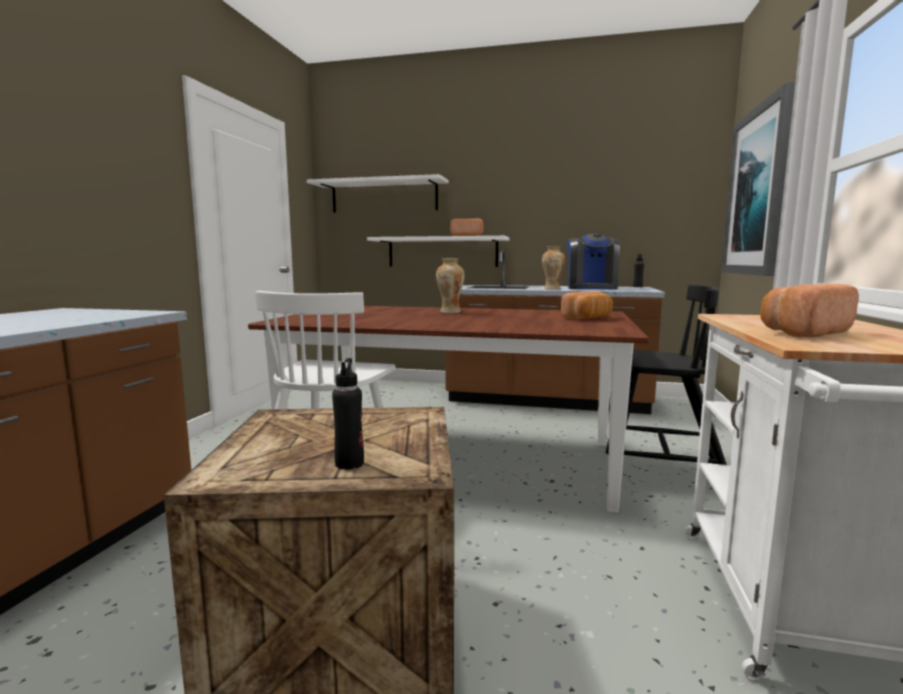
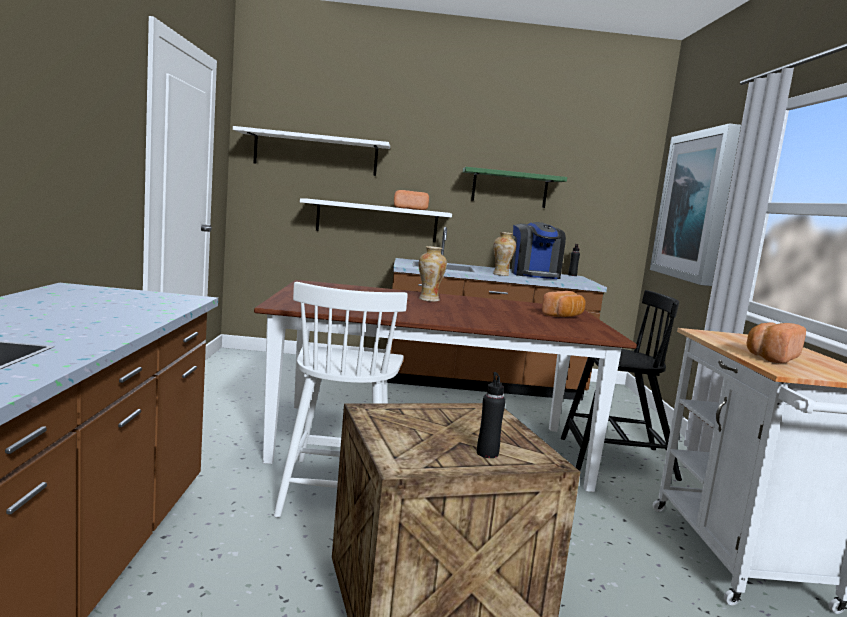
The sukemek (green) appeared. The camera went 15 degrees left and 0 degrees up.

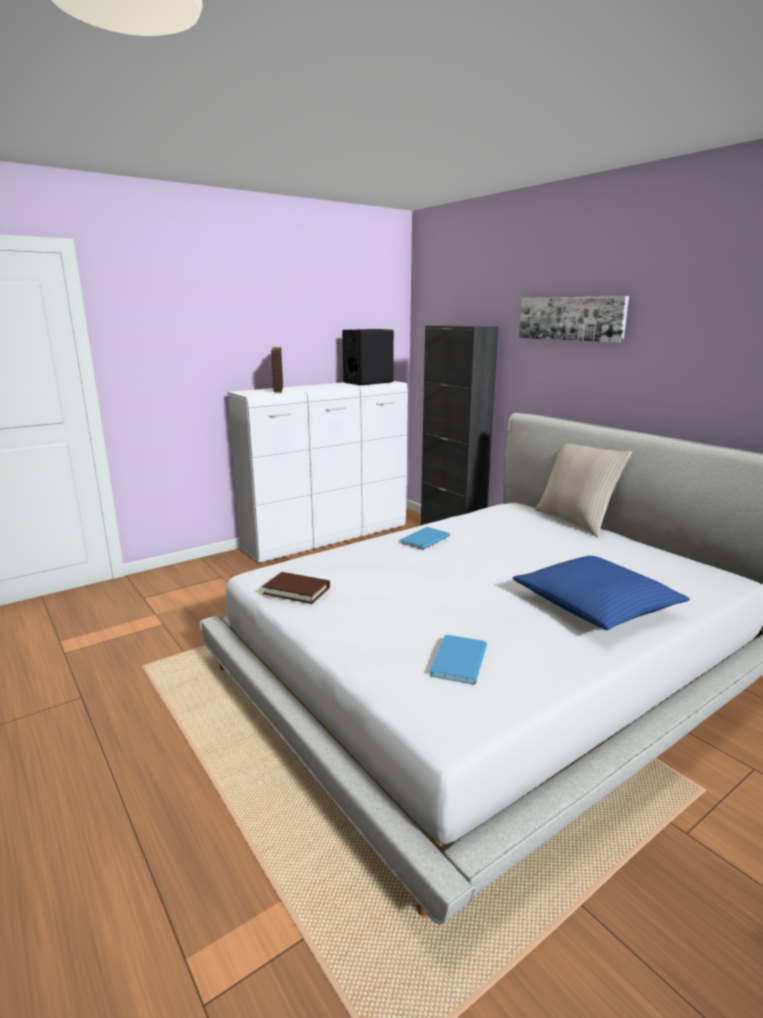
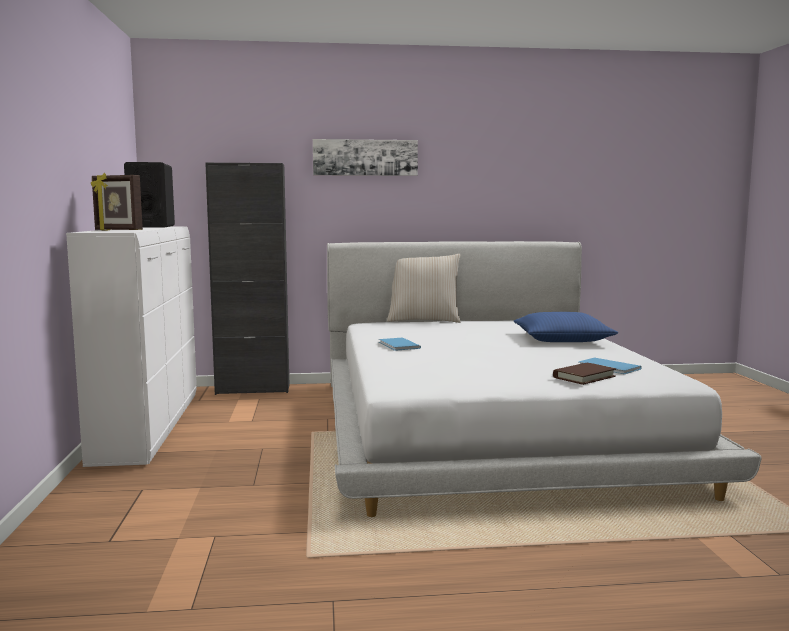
The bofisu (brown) moved. The camera went 60 degrees left and 10 degrees down.

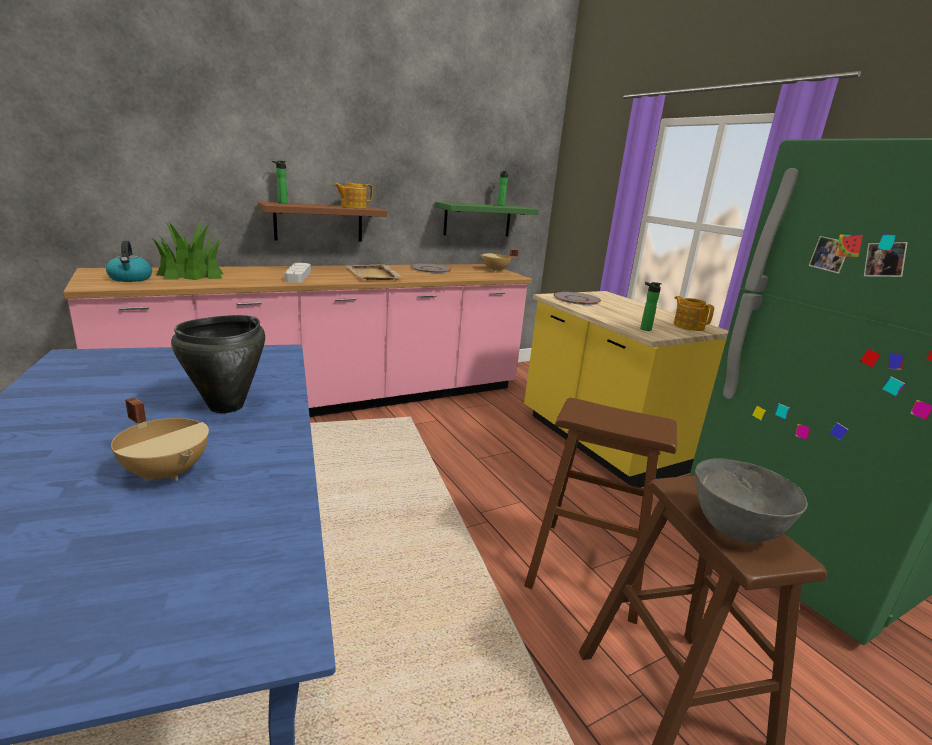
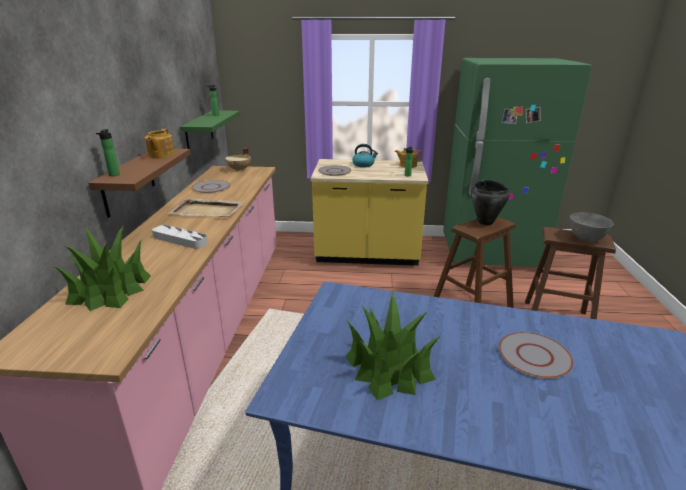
The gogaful moved. The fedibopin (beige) (no. 1 from left) was replaced by the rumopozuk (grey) (no. 3 from left). The fedibopin (black) moved. The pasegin (no. 2 from left) appeared. The camera went 55 degrees left and 5 degrees up.

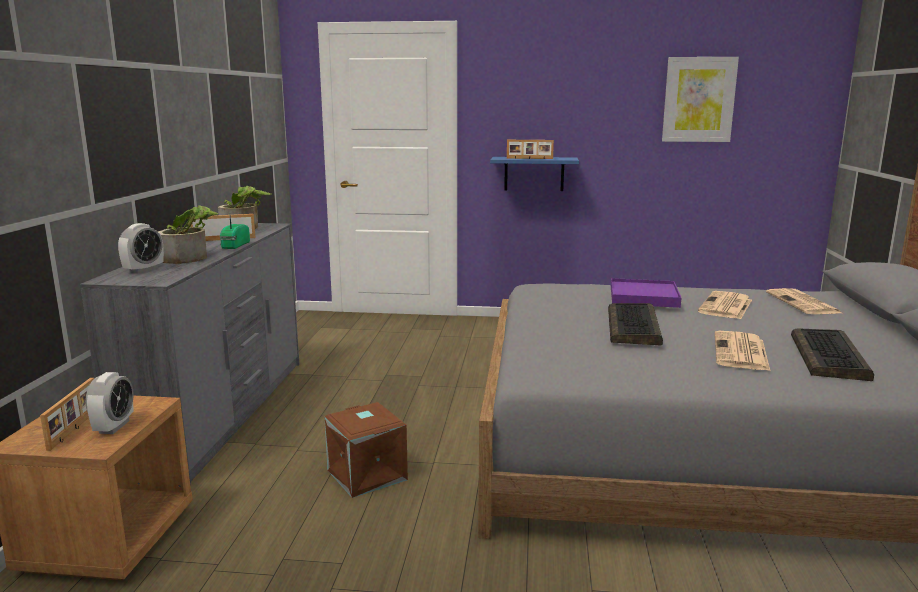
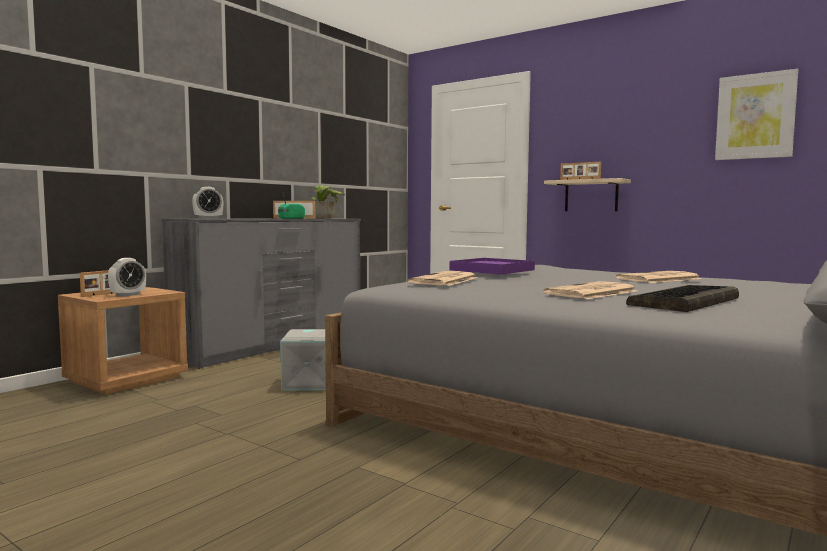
The pasegin (no. 1 from left) disappeared. The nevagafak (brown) became the nevagafak (grey). The sukemek (blue) became the sukemek (beige). The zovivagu (no. 1 from left) disappeared. The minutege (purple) moved. The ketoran (no. 3 from left in the first image) moved. The camera went 30 degrees right and 10 degrees down.

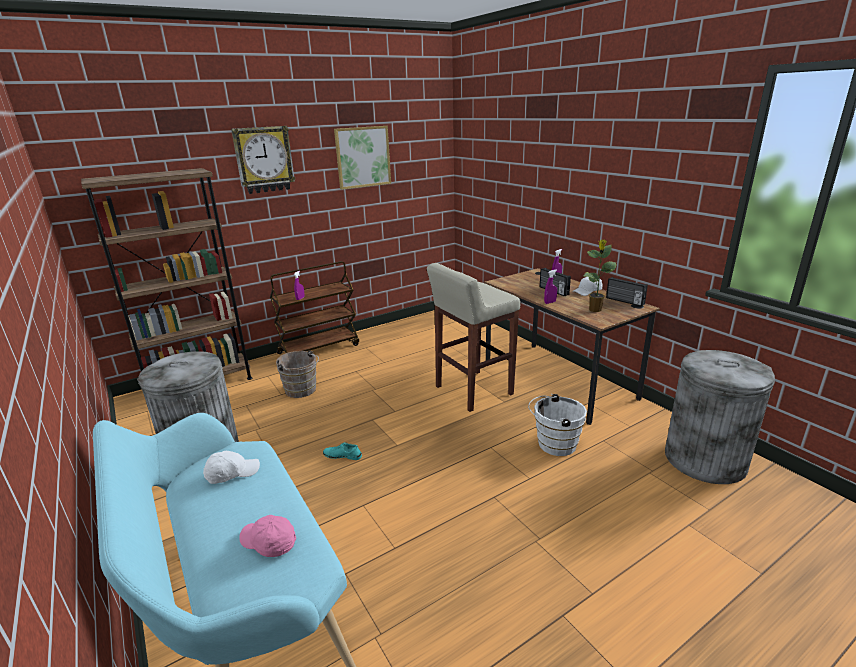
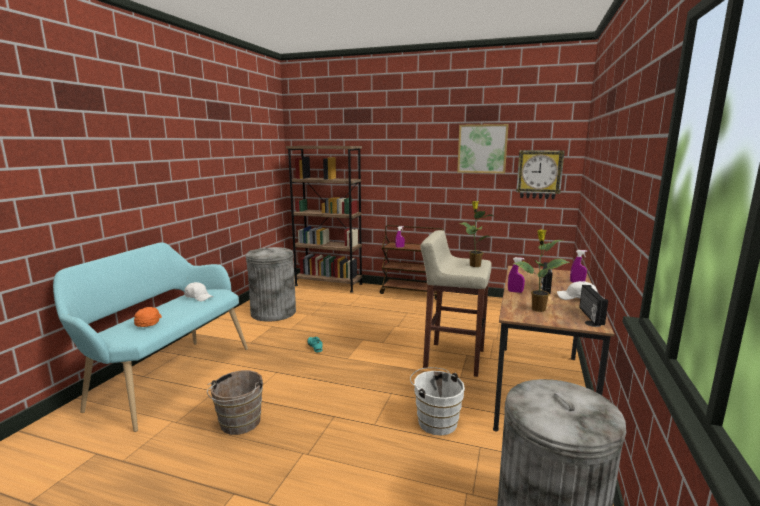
The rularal moved. The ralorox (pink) became the ralorox (orange). The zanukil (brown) moved. The pasegin (no. 1 from left) appeared. The camera went 50 degrees right and 10 degrees down.

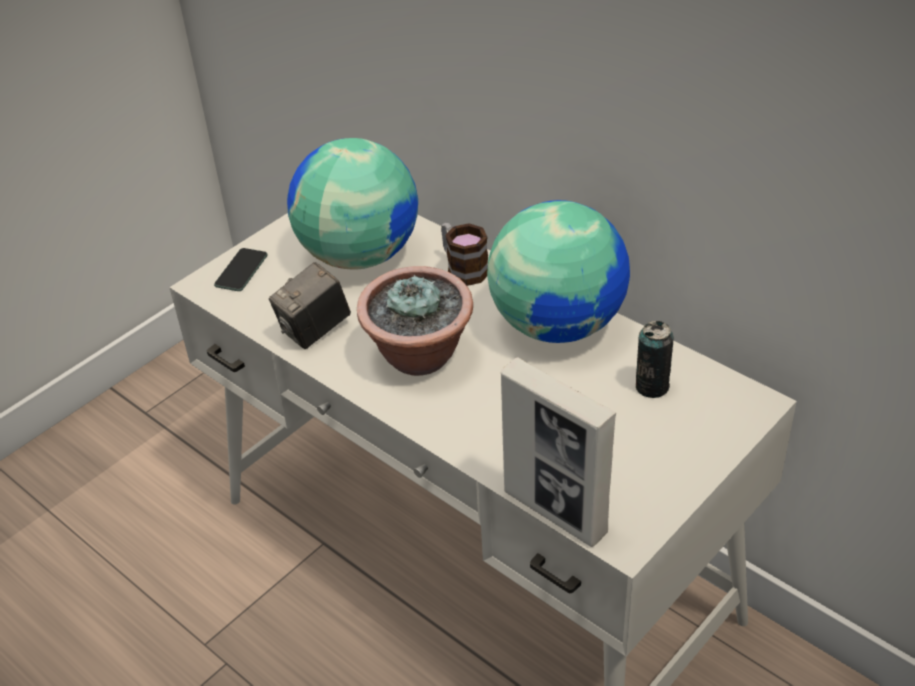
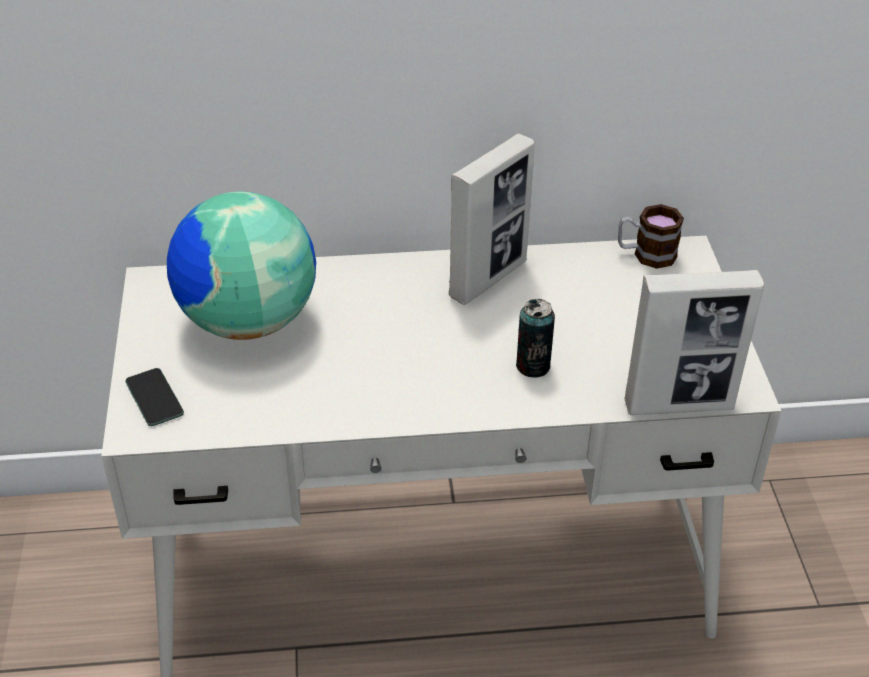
The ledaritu disappeared. The pasegin disappeared. The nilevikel moved. The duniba (no. 2 from left) was replaced by the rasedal (no. 1 from left). The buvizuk moved. The camera went 50 degrees left and 0 degrees up.

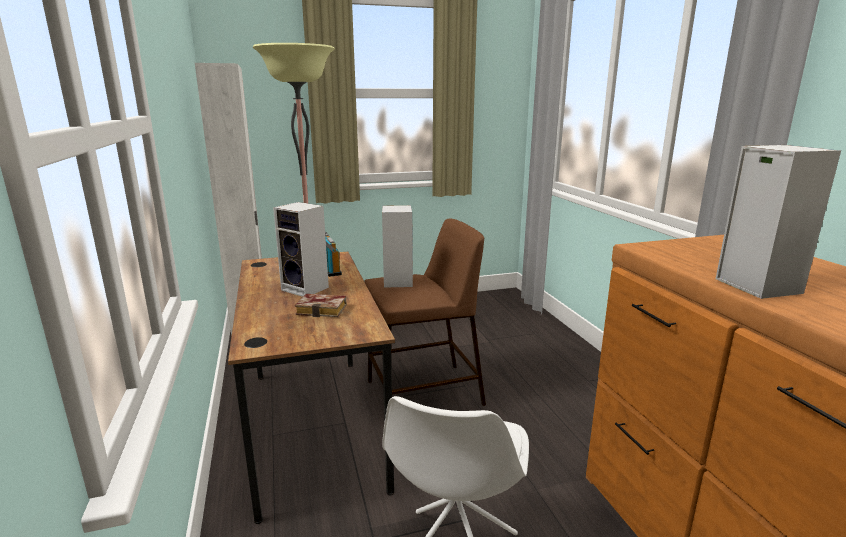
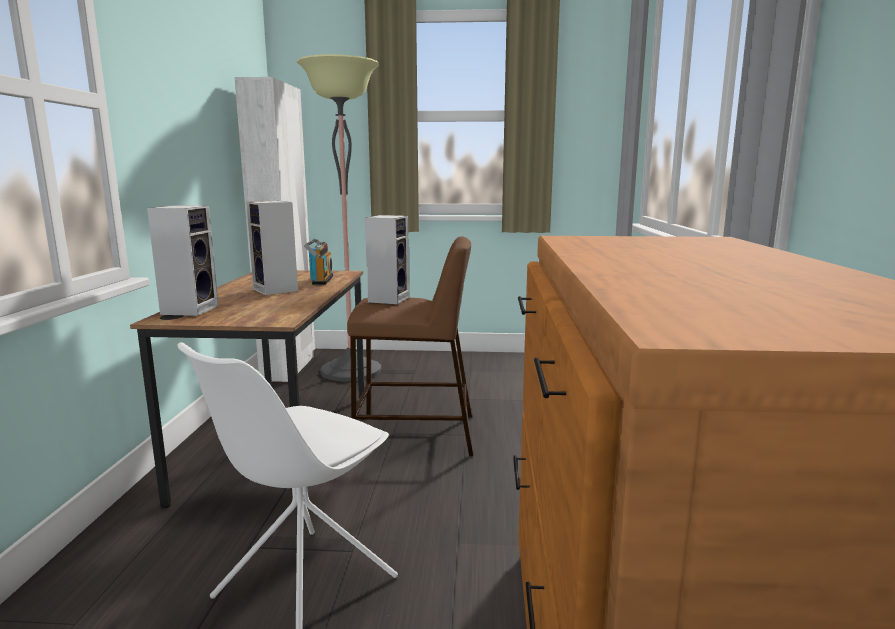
The bofisu disappeared. The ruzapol (no. 3 from left in the first image) moved. The camera went 20 degrees right and 5 degrees down.

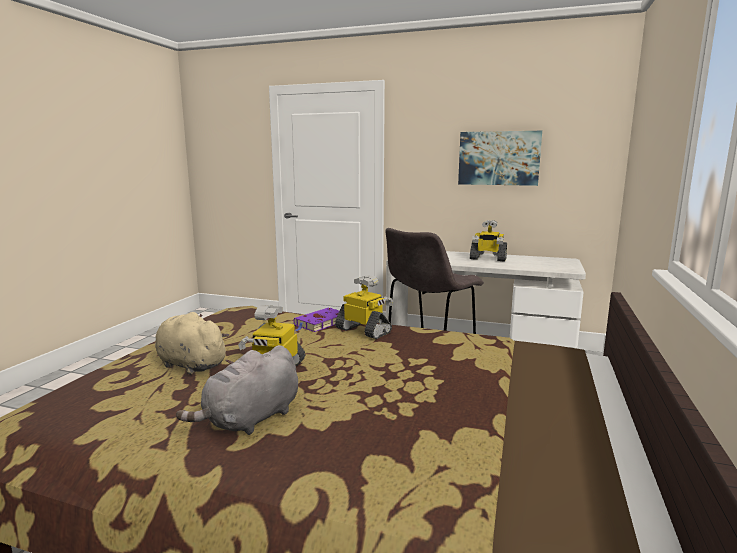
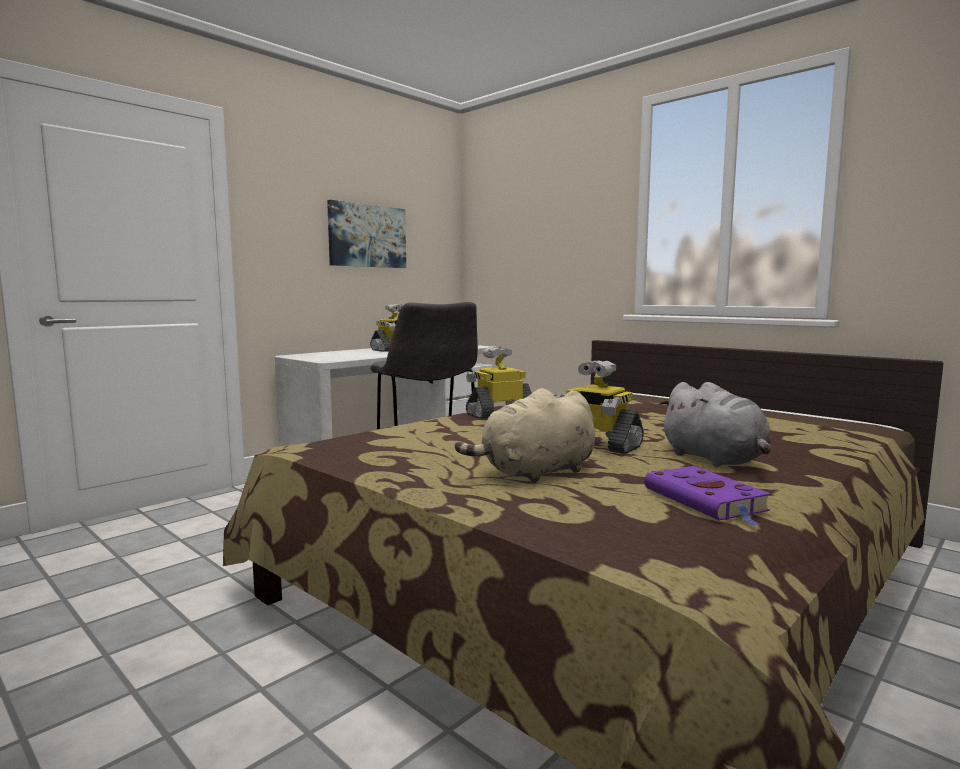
The bofisu (purple) moved. The camera went 65 degrees left and 5 degrees down.

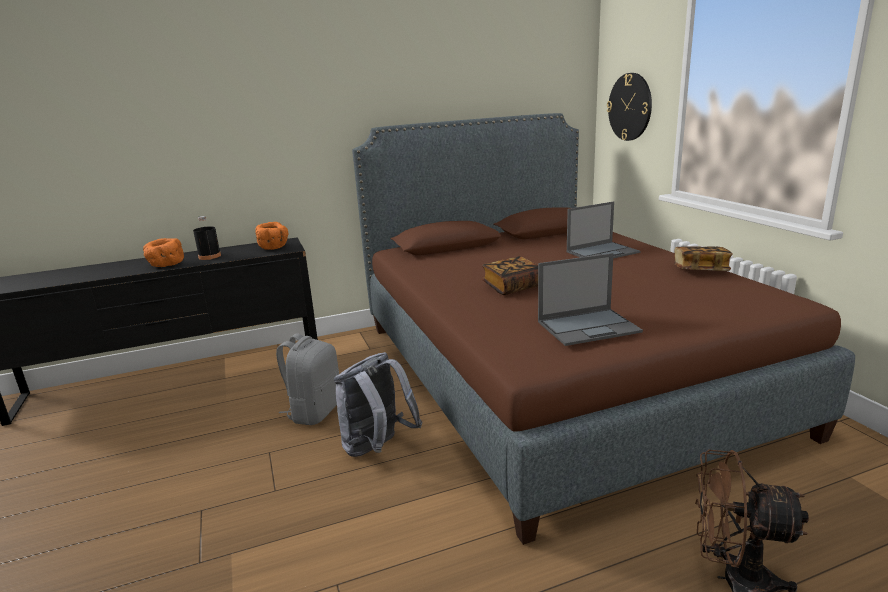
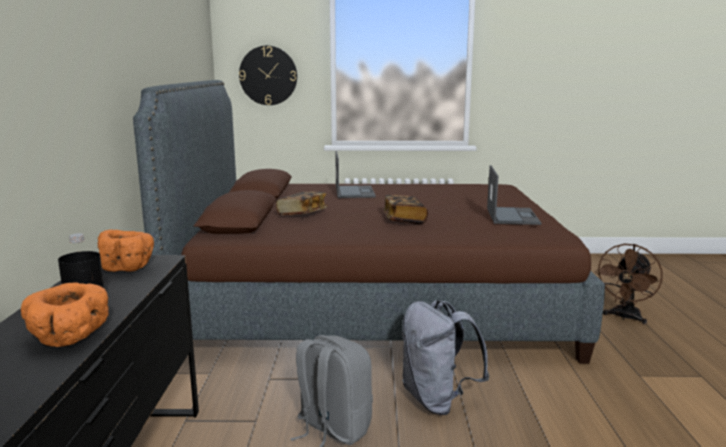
The bofisu (no. 2 from left in the first image) moved. The camera went 70 degrees left and 5 degrees down.

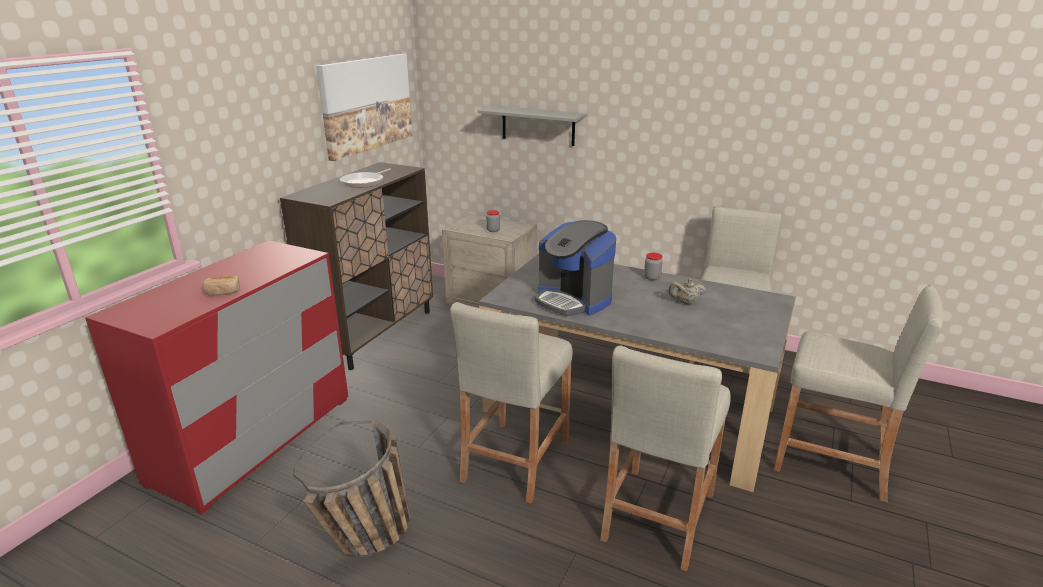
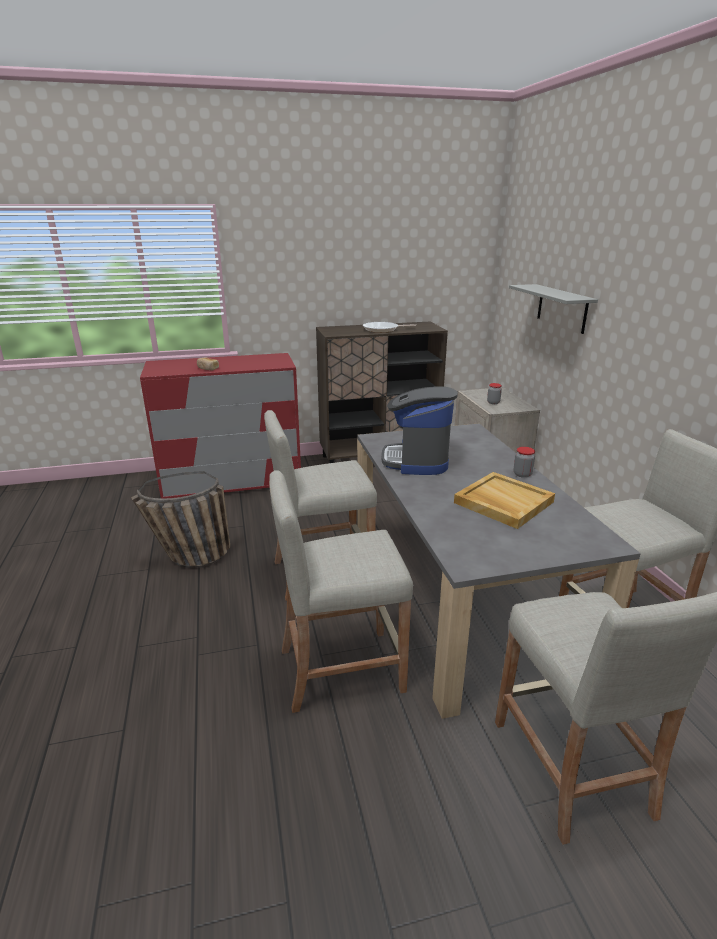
The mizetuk disappeared. The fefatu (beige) was replaced by the minutege (beige). The camera went 50 degrees right and 0 degrees up.

